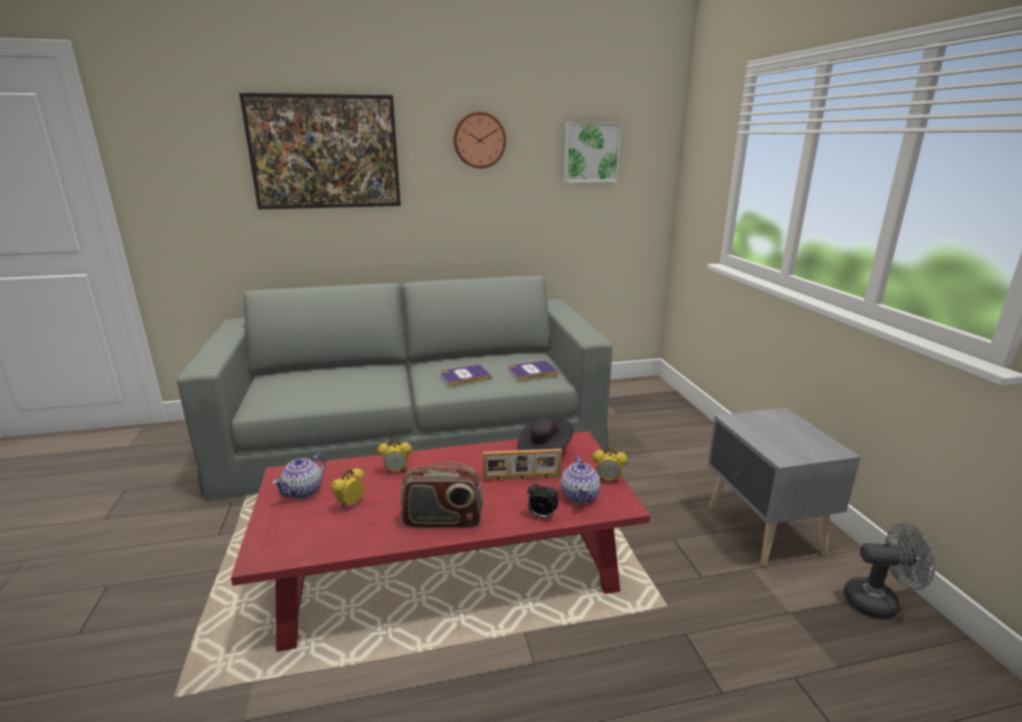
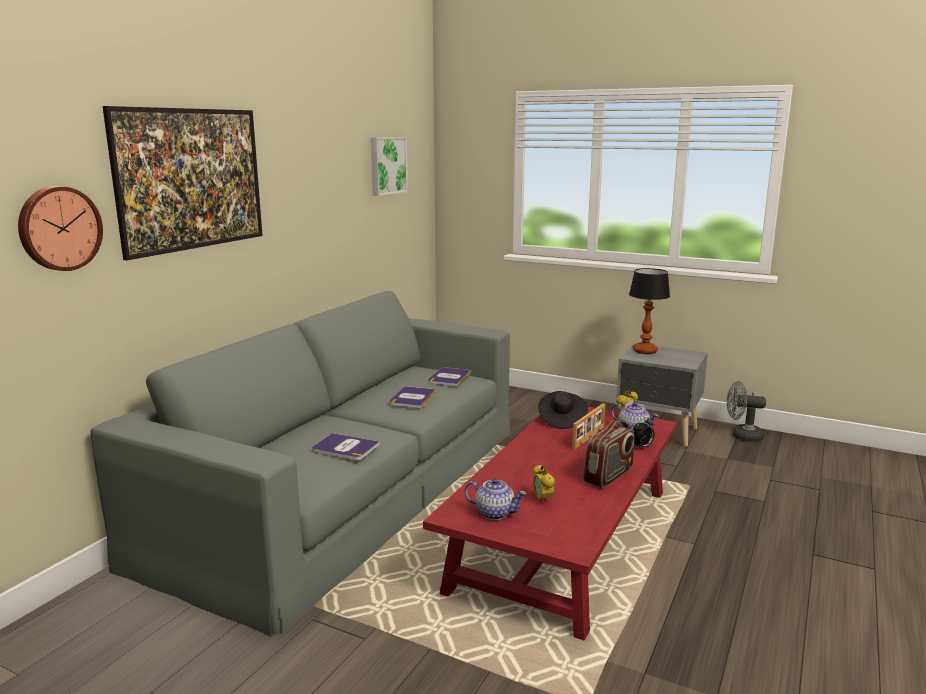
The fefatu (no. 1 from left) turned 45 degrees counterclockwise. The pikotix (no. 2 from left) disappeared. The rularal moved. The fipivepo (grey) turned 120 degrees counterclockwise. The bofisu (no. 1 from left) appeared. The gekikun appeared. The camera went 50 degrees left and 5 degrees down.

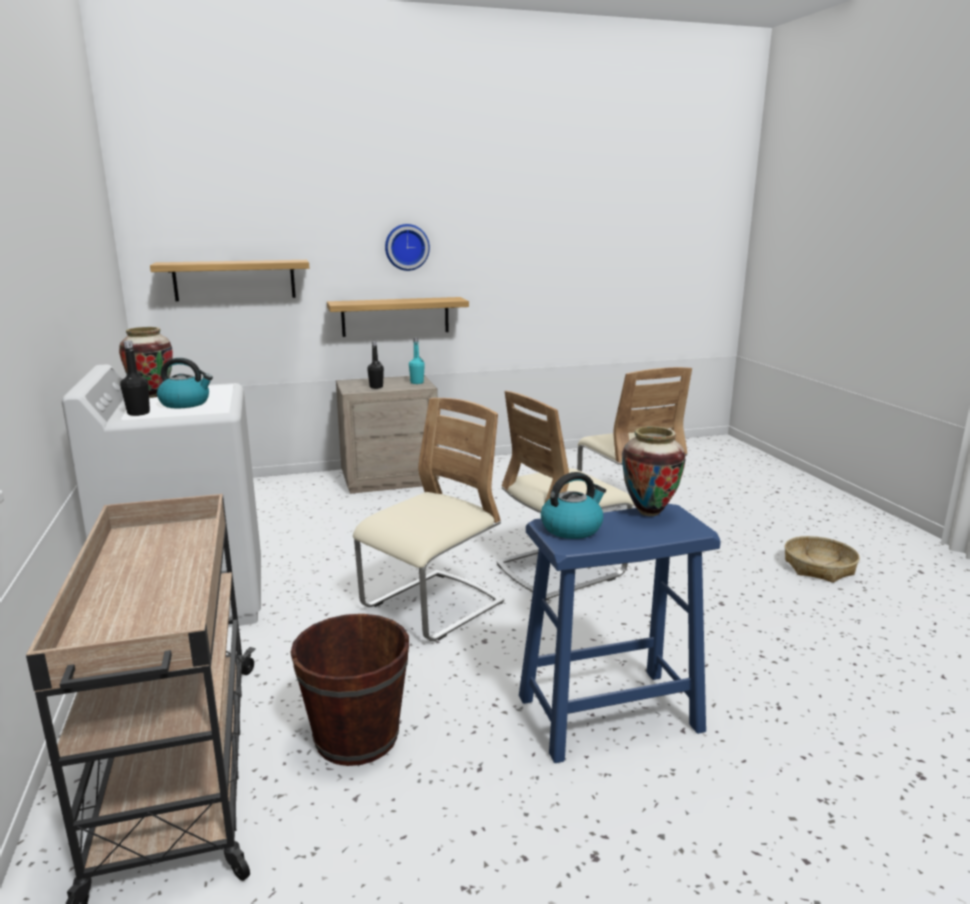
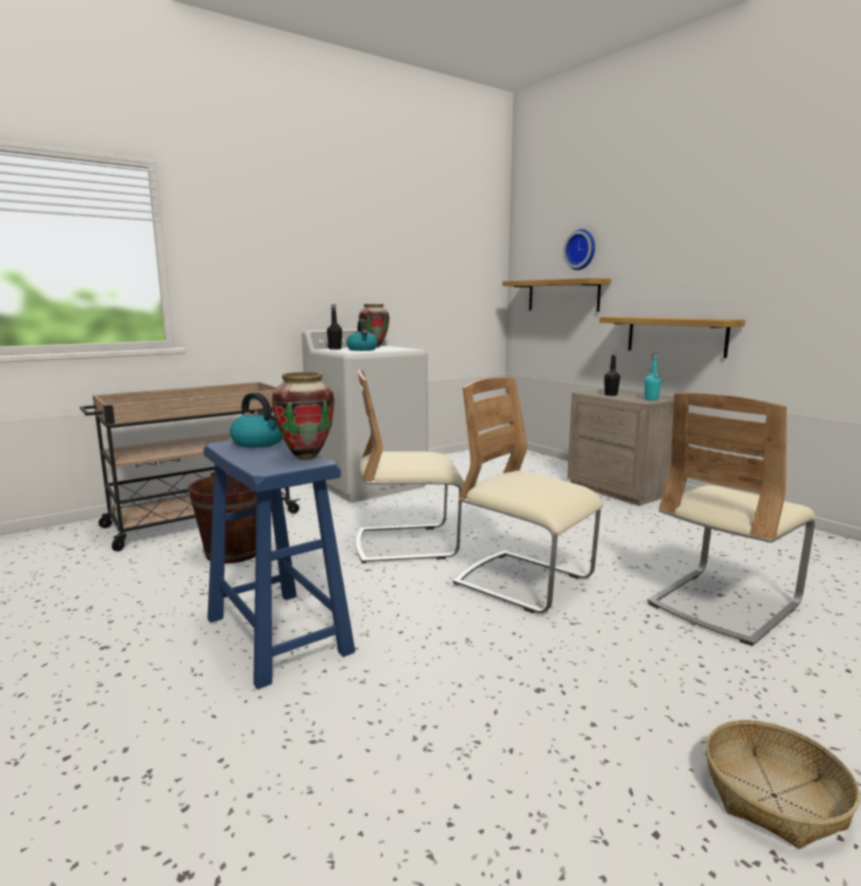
The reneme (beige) (no. 1 from left) turned 150 degrees clockwise. The rularal moved. The camera went 70 degrees right and 5 degrees down.

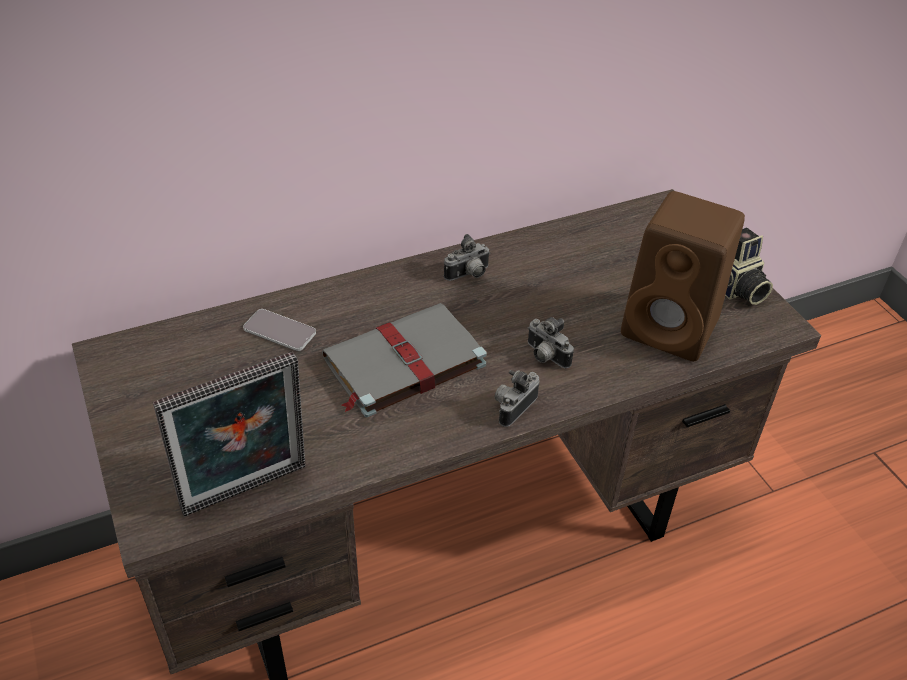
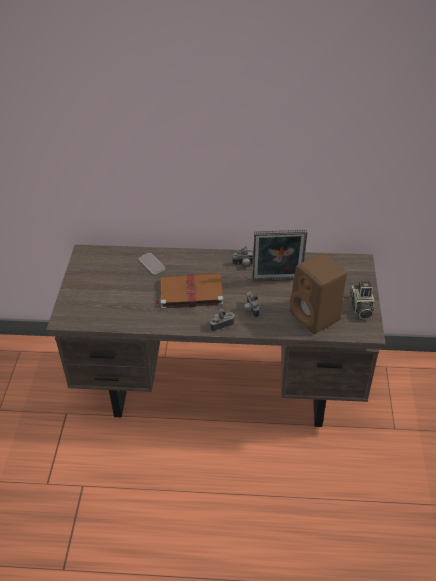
The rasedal moved. The bofisu (grey) became the bofisu (brown). The camera went 30 degrees right and 0 degrees up.

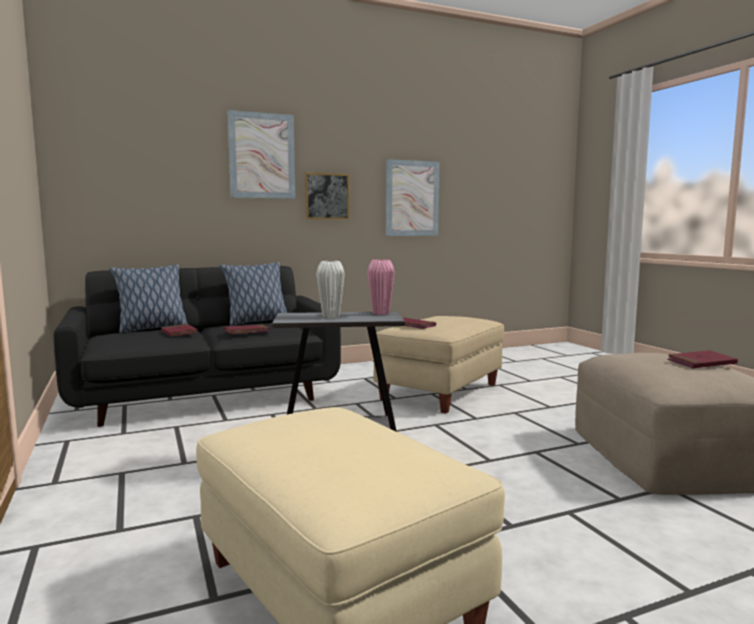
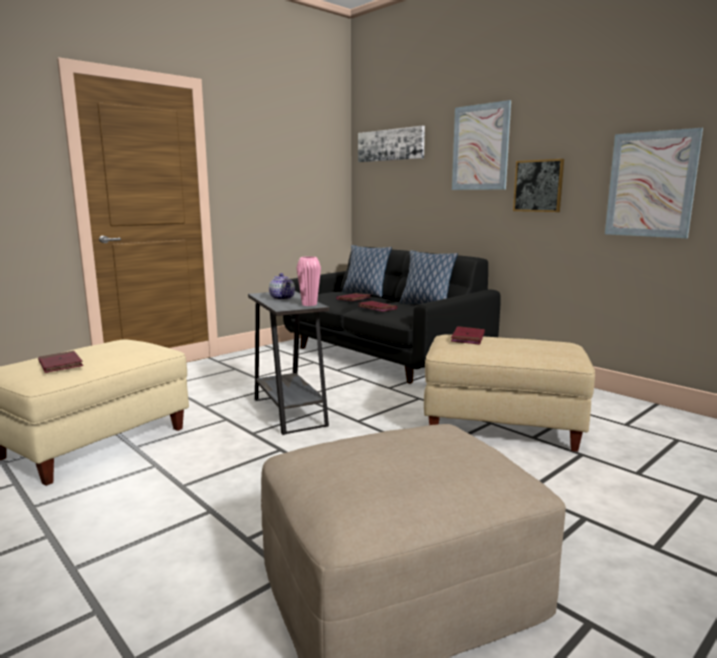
The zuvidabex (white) was replaced by the fefatu. The bofisu (red) (no. 4 from left in the first image) moved. The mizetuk (no. 1 from left) appeared. The camera went 70 degrees right and 5 degrees up.

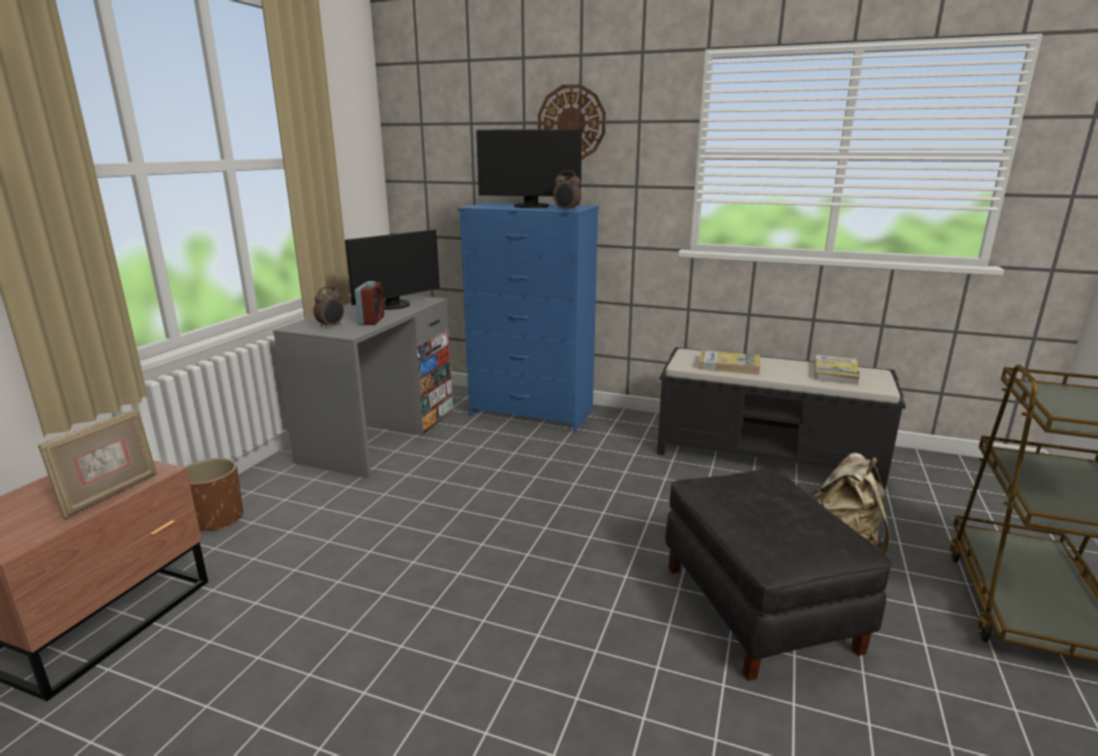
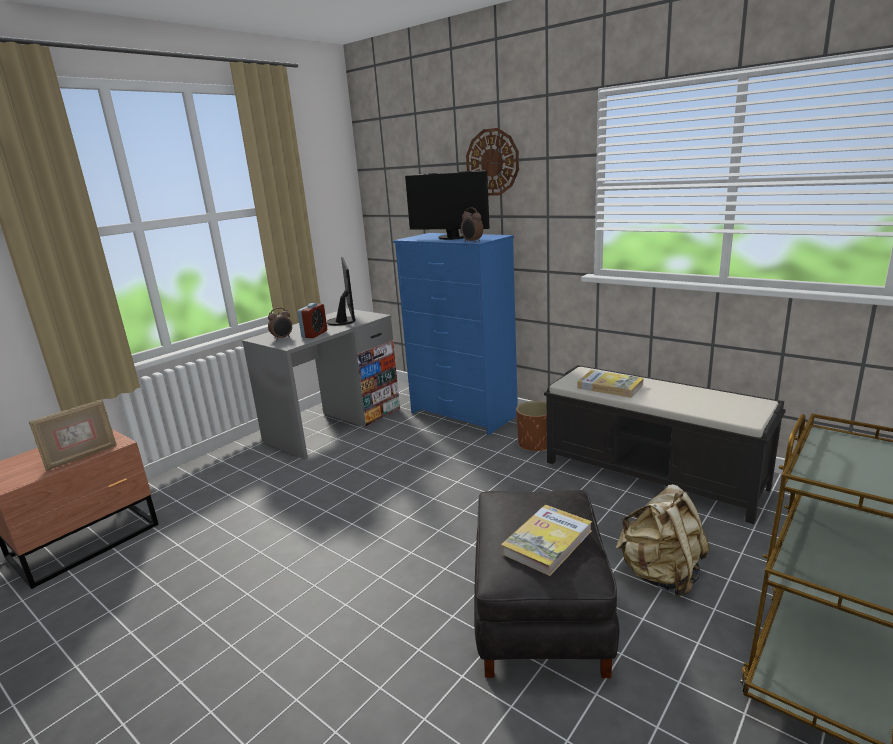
The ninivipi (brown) moved. The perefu (no. 1 from left) turned 75 degrees counterclockwise. The bofisu (no. 2 from left in the first image) moved. The camera went 20 degrees right and 0 degrees up.

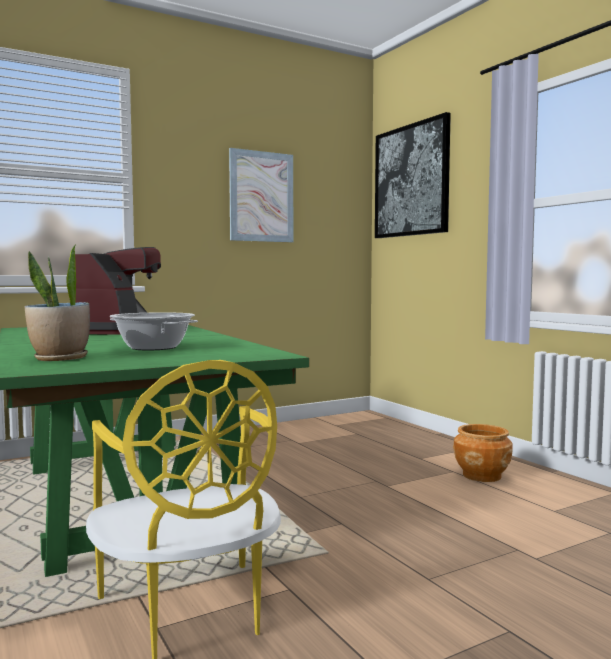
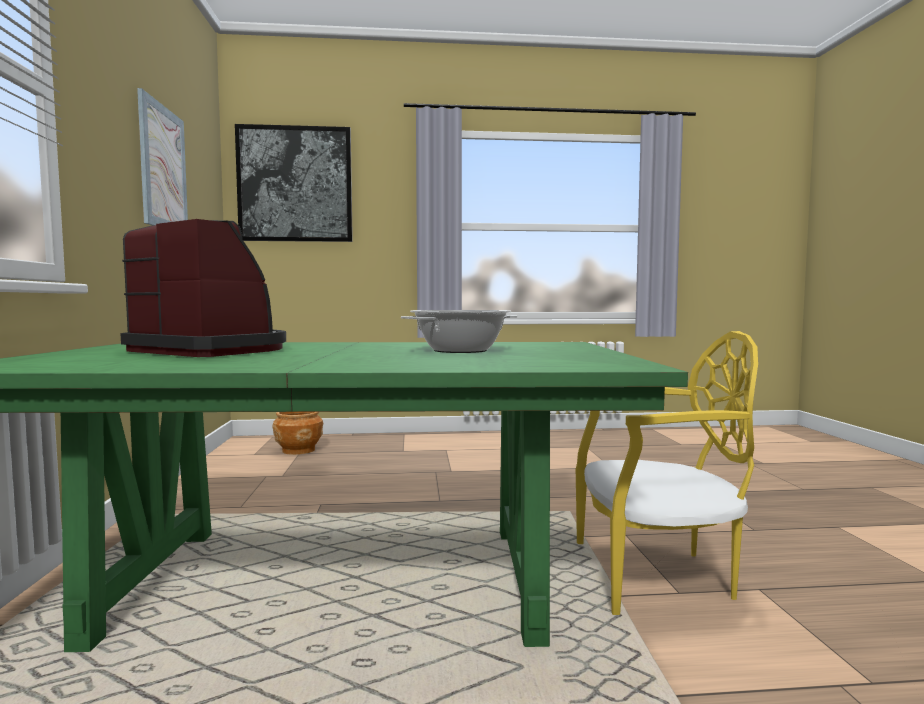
The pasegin disappeared. The ninivipi (brown) moved. The camera went 65 degrees left and 0 degrees up.

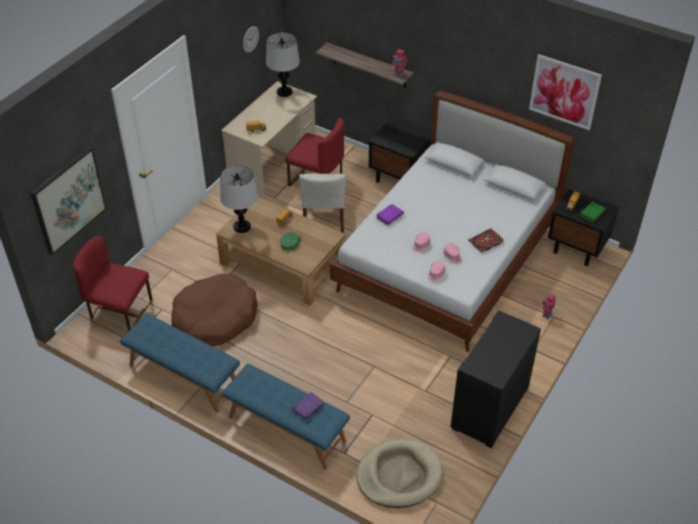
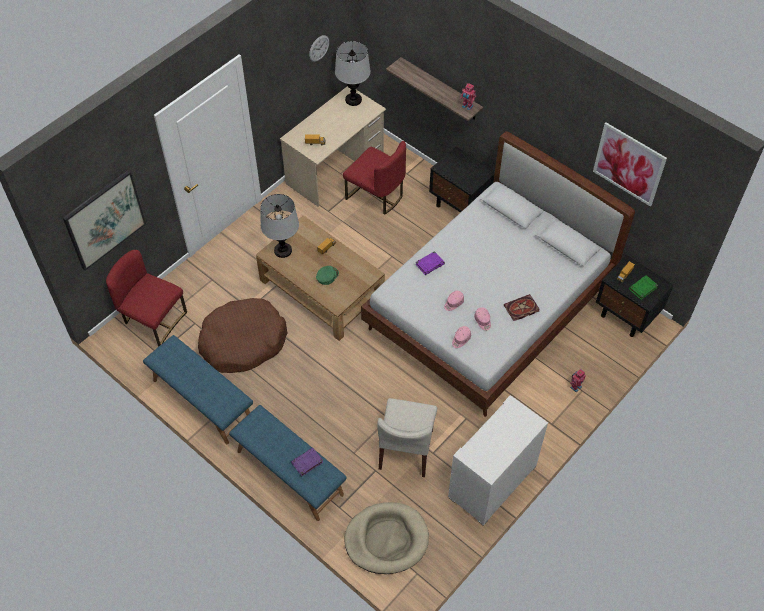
The reneme (beige) moved. The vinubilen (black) became the vinubilen (white). The camera went 10 degrees right and 10 degrees up.

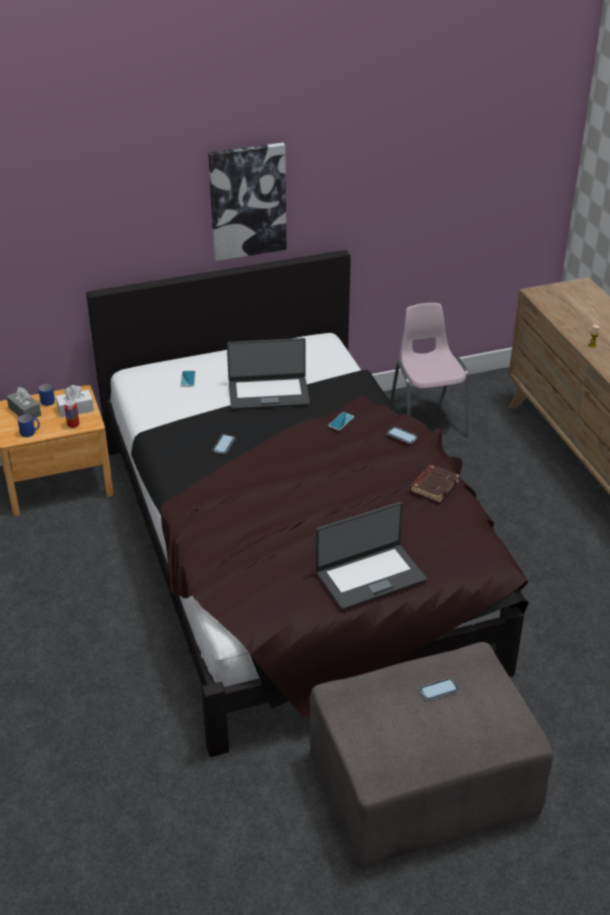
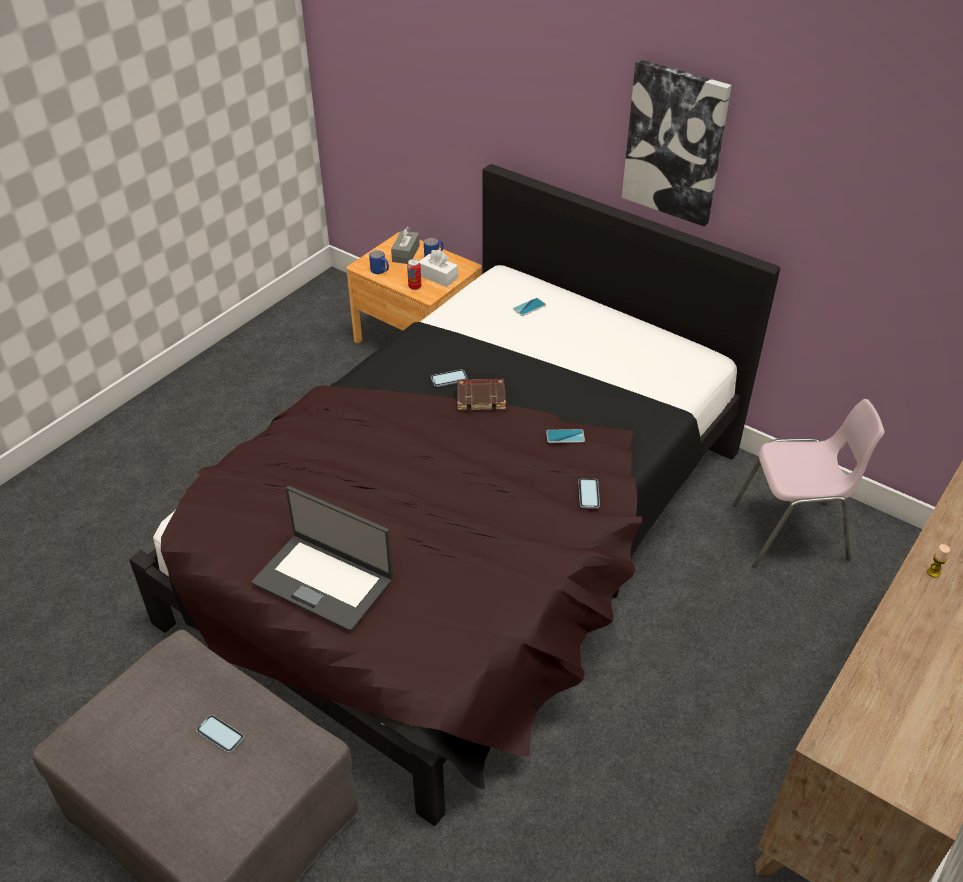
The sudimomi (no. 1 from left) disappeared. The reneme (pink) turned 45 degrees clockwise. The bofisu (brown) moved. The camera went 55 degrees right and 5 degrees up.

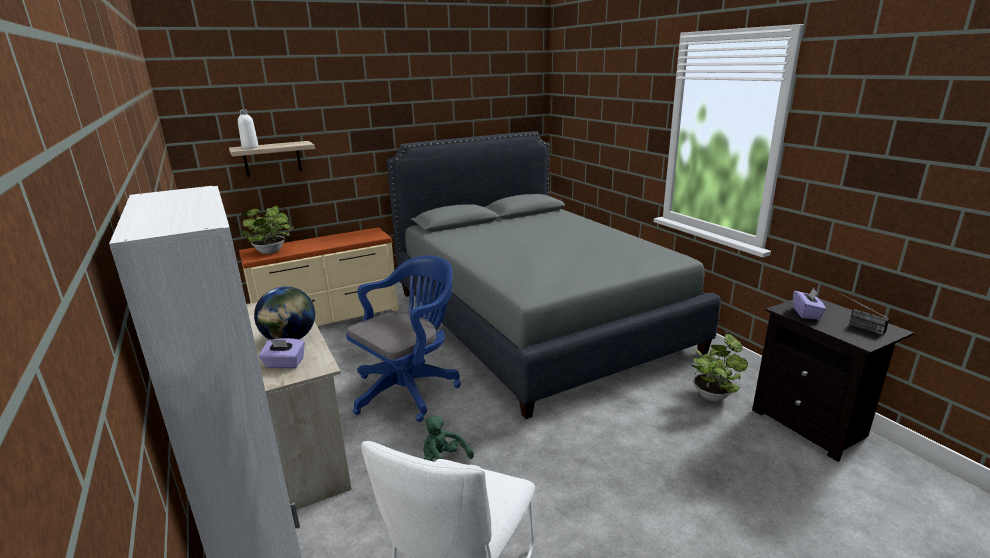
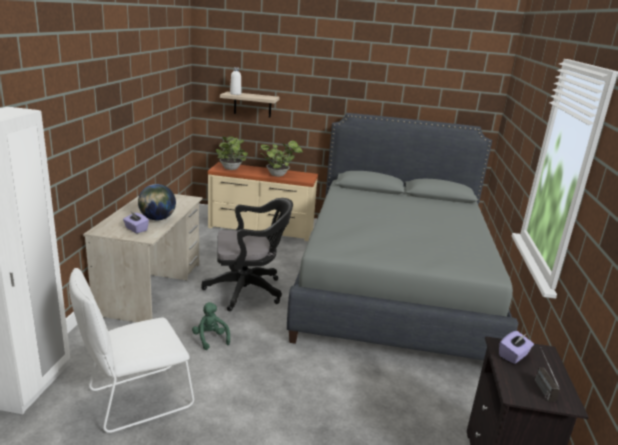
The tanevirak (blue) became the tanevirak (black). The pasegin (no. 2 from left) moved. The camera went 35 degrees right and 0 degrees up.

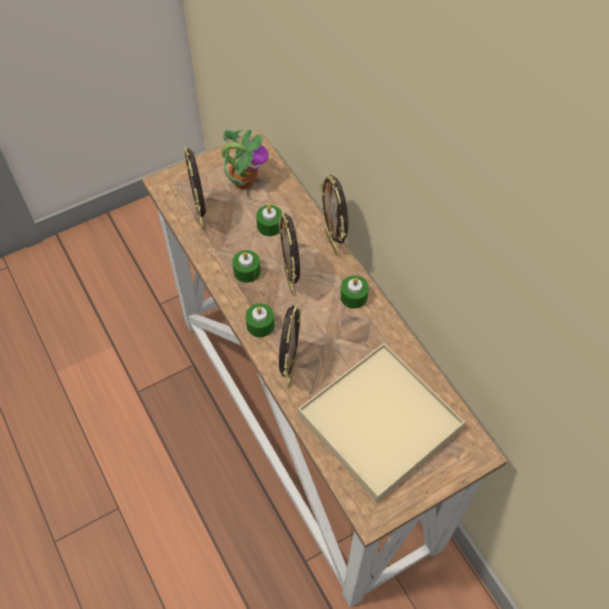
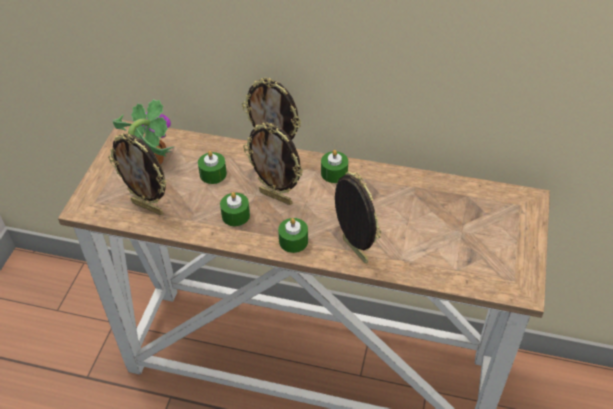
The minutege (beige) disappeared. The camera went 45 degrees left and 10 degrees down.

